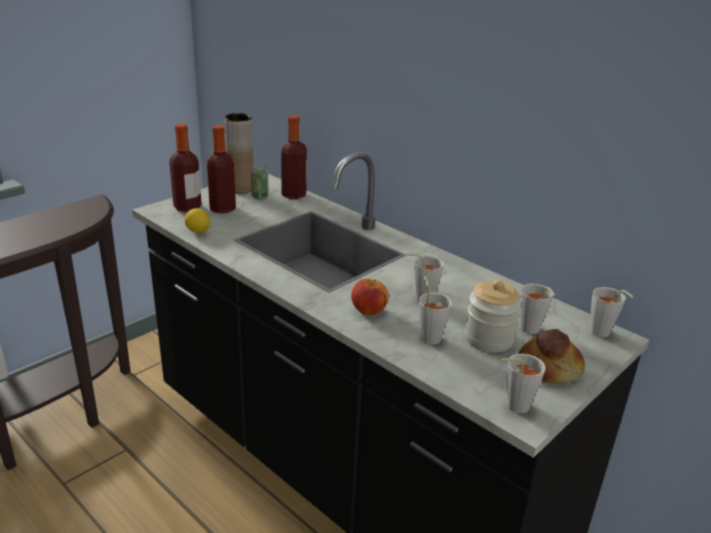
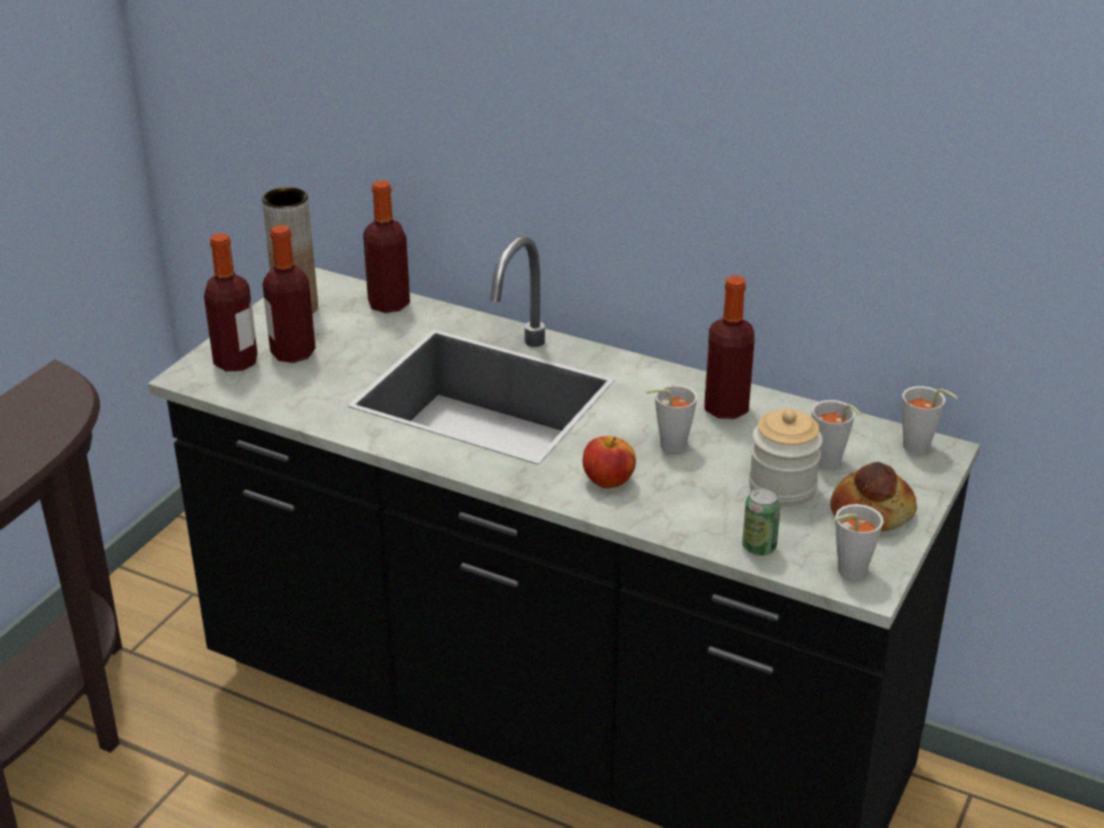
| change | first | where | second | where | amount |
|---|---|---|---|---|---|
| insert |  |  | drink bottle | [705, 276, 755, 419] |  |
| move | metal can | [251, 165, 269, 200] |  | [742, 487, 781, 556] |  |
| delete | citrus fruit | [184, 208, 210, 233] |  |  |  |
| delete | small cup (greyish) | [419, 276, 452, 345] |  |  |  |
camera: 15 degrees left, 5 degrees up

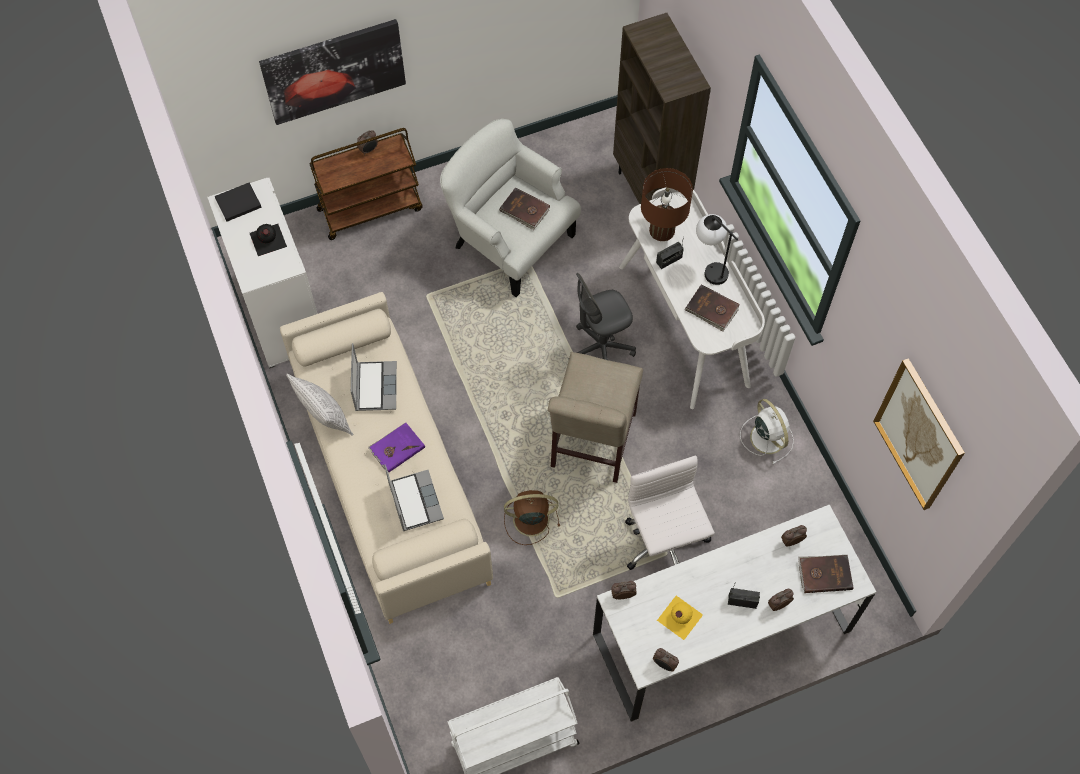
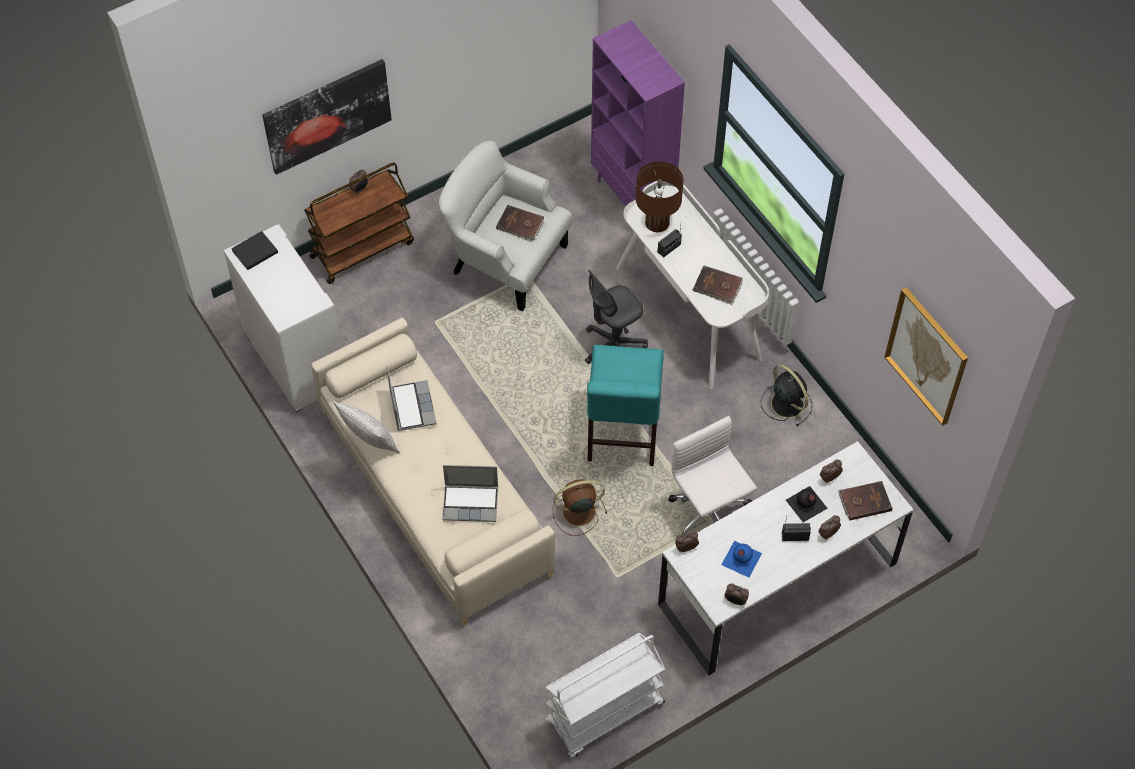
| change | first | where | second | where | amount |
|---|---|---|---|---|---|
| rotate | portable computer | [384, 464, 444, 531] |  | [442, 465, 498, 522] | 120 degrees clockwise |
| recolor | upright chair (beige-coloured) | [548, 352, 643, 483] | upright chair (turquoise) | [587, 345, 664, 466] |  |
| recolor | bookcase (brown) | [613, 13, 711, 204] | bookcase (purplish) | [591, 20, 685, 206] |  |
| recolor | drink bottle (yellow) | [657, 596, 703, 640] | drink bottle (blue-coloured) | [721, 541, 762, 578] |  |
| recolor | electric fan (whitish) | [740, 399, 794, 464] | electric fan (black) | [761, 365, 812, 427] |  |
| move | drink bottle (black) | [250, 224, 287, 256] |  | [786, 486, 828, 522] |  |
| delete | volume (purplish) | [368, 422, 425, 472] |  |  |  |
| delete | tabletop lamp | [696, 214, 738, 285] |  |  |  |
camera: 10 degrees left, 5 degrees down

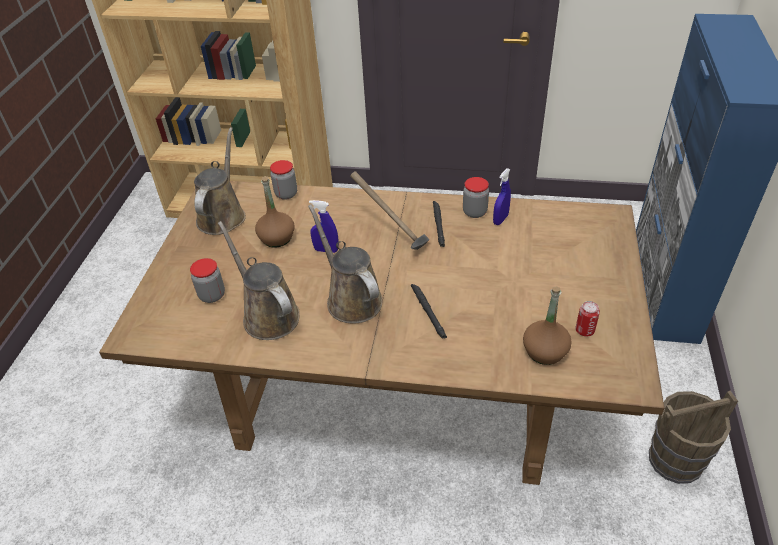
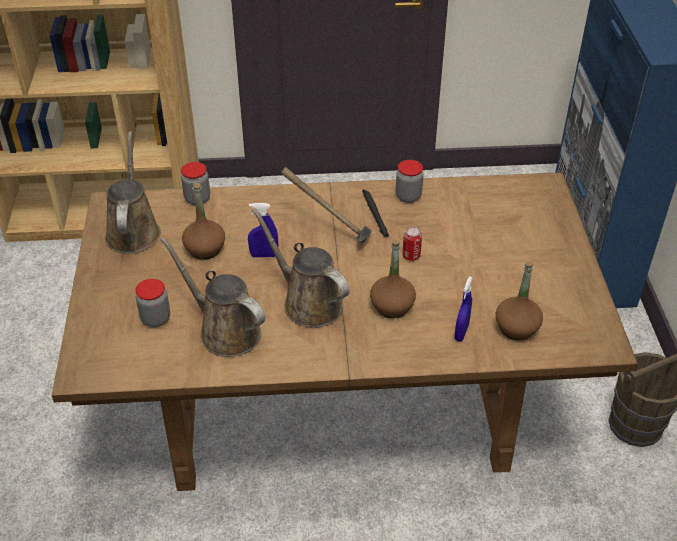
| change | first | where | second | where | amount |
|---|---|---|---|---|---|
| replace | torch (black) | [411, 284, 447, 339] | drink bottle (brown) | [370, 240, 416, 318] |  |
| move | metal can | [575, 301, 600, 337] |  | [403, 227, 422, 261] |  |
| move | spray bottle (blue-coloured) | [493, 168, 511, 225] |  | [454, 276, 473, 342] |  |
camera: 15 degrees left, 0 degrees up

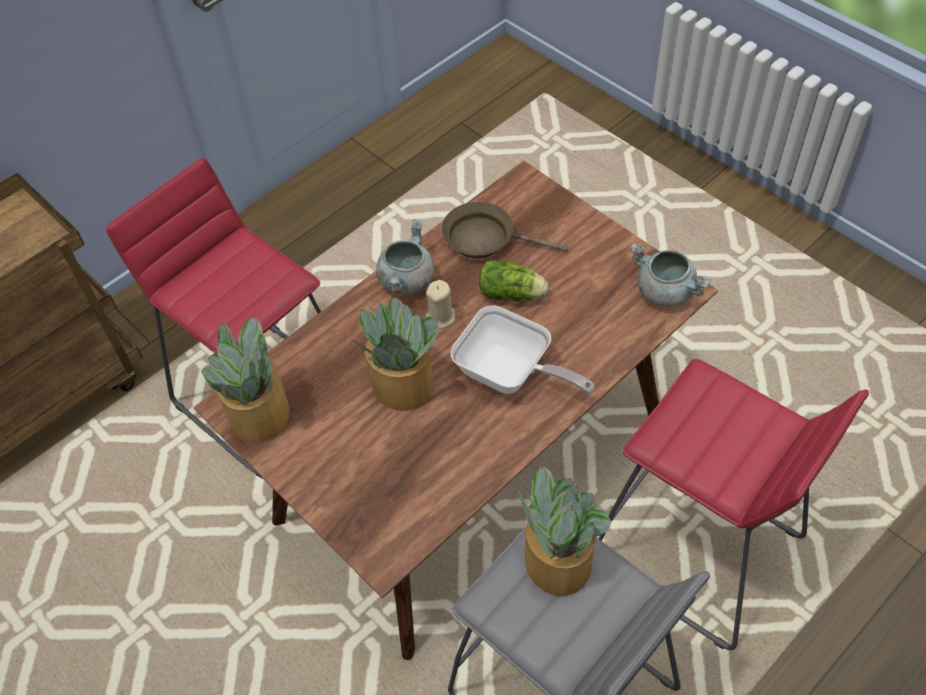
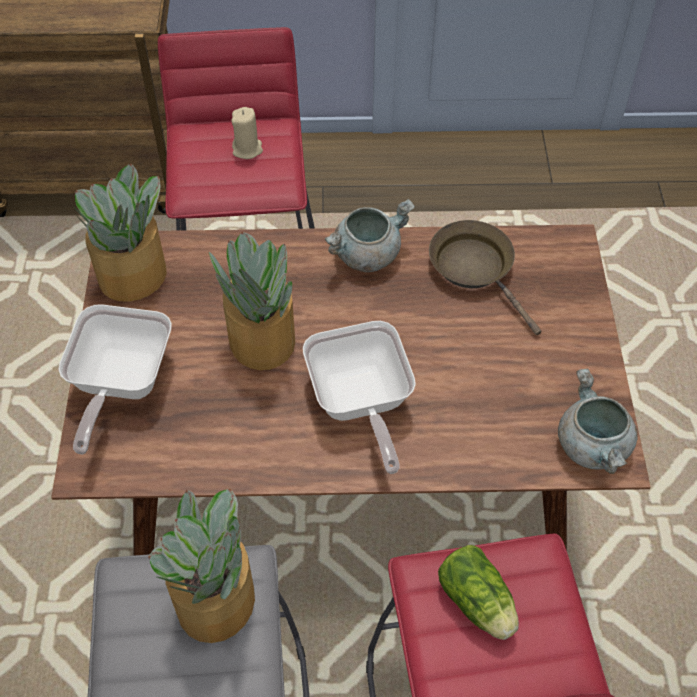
| change | first | where | second | where | amount |
|---|---|---|---|---|---|
| insert |  |  | frying pan | [58, 305, 172, 454] |  |
| move | candle (beige-coloured) | [425, 280, 455, 329] |  | [231, 107, 263, 159] |  |
| move | lettuce | [479, 260, 548, 301] |  | [438, 545, 519, 640] |  |
camera: 40 degrees right, 0 degrees up

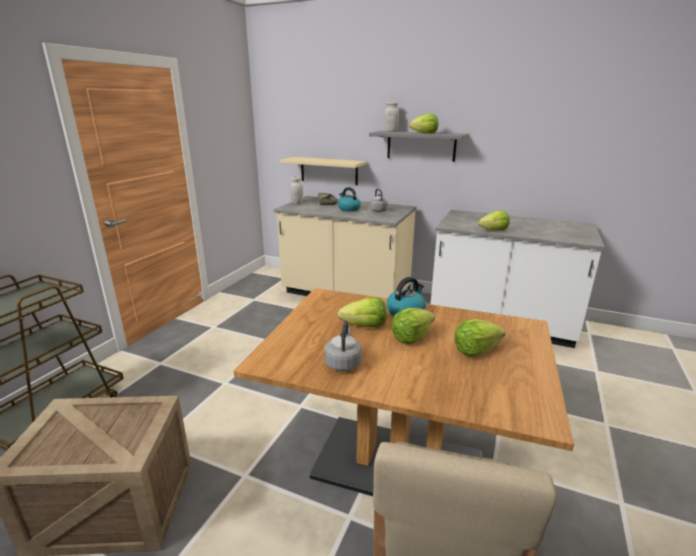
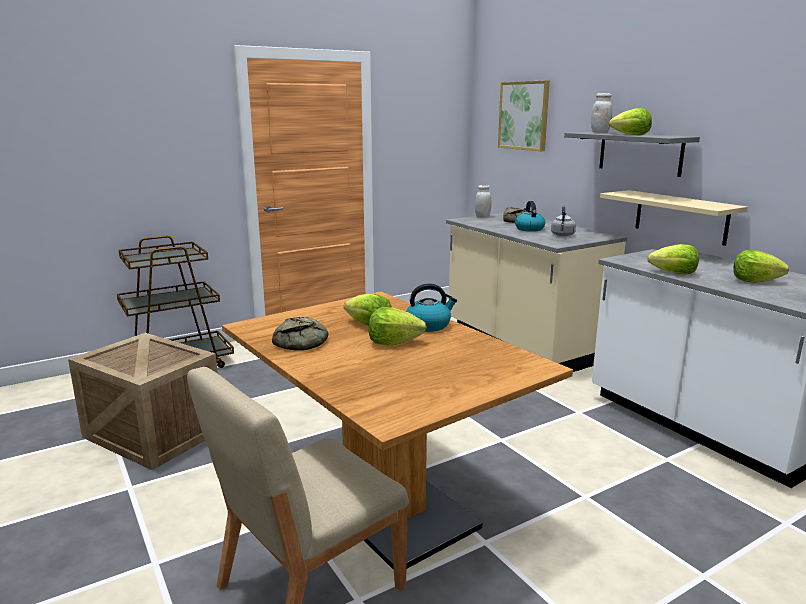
| change | first | where | second | where | amount |
|---|---|---|---|---|---|
| replace | tea kettle (greyish) | [324, 321, 362, 371] | baked bread | [272, 317, 328, 351] |  |
| insert |  |  | wall picture | [498, 80, 550, 151] |  |
| move | wall shelf (beige-coloured) | [280, 157, 366, 185] |  | [600, 190, 748, 246] |  |
| move | lettuce | [454, 319, 505, 357] |  | [733, 250, 789, 283] |  |
camera: 35 degrees right, 5 degrees down

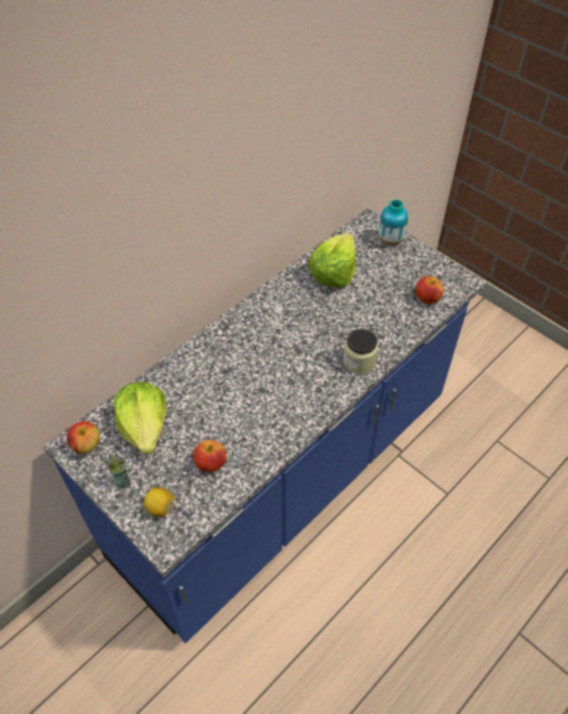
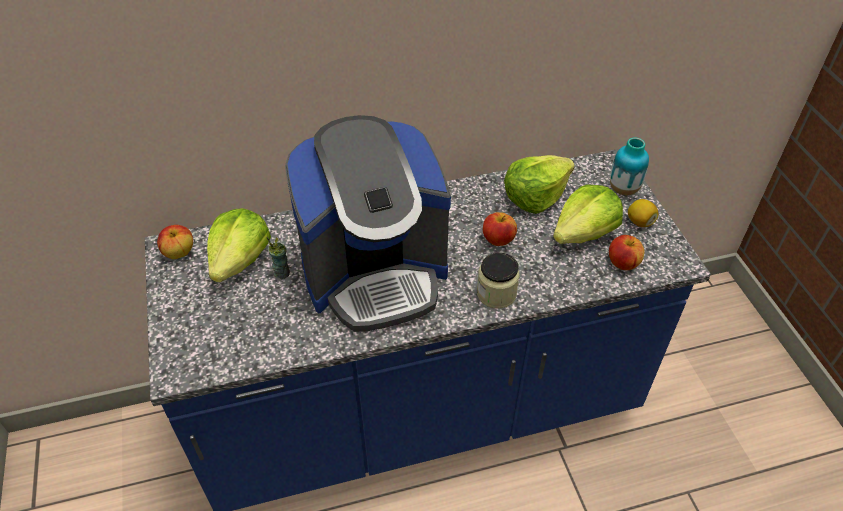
| change | first | where | second | where | amount |
|---|---|---|---|---|---|
| move | small cup | [105, 456, 130, 489] |  | [267, 237, 290, 279] |  |
| insert |  |  | coffee brewer | [285, 115, 451, 332] |  |
| move | whole apple | [193, 440, 227, 473] |  | [483, 212, 517, 246] |  |
| insert |  |  | lettuce | [553, 184, 623, 244] |  |
| move | citrus fruit | [143, 487, 175, 517] |  | [628, 199, 658, 227] |  |
camera: 30 degrees right, 5 degrees down

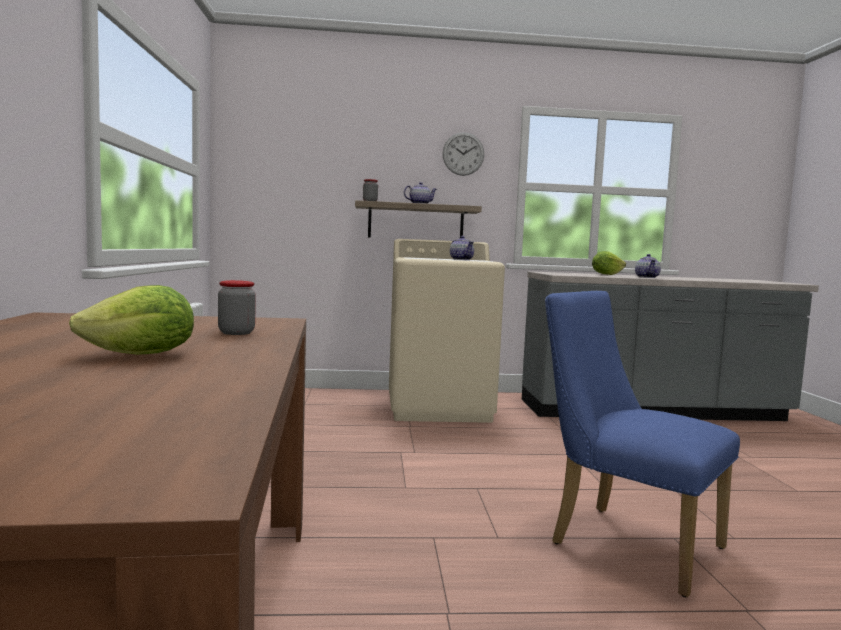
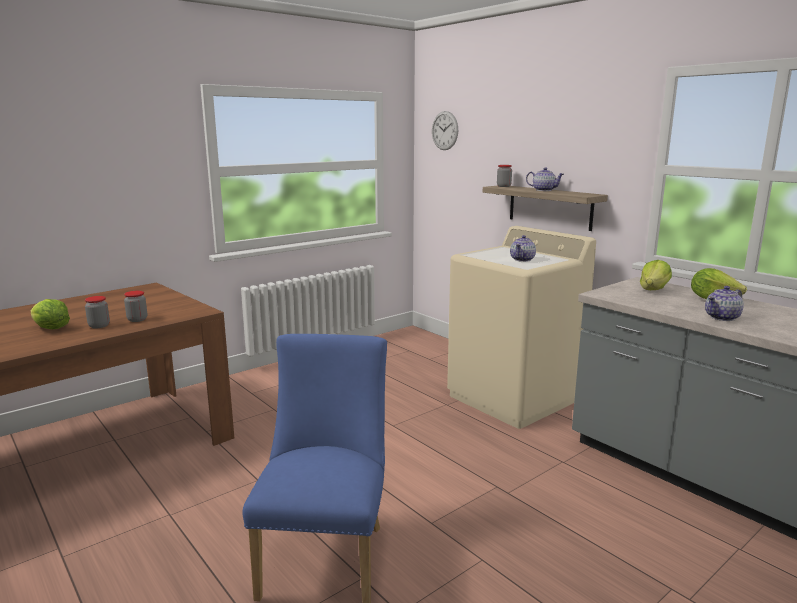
| change | first | where | second | where | amount |
|---|---|---|---|---|---|
| insert |  |  | jar | [85, 296, 110, 328] |  |
| move | wall clock | [442, 132, 484, 176] |  | [432, 111, 458, 150] |  |
| insert |  |  | lettuce | [640, 260, 672, 290] |  |
camera: 55 degrees right, 10 degrees up

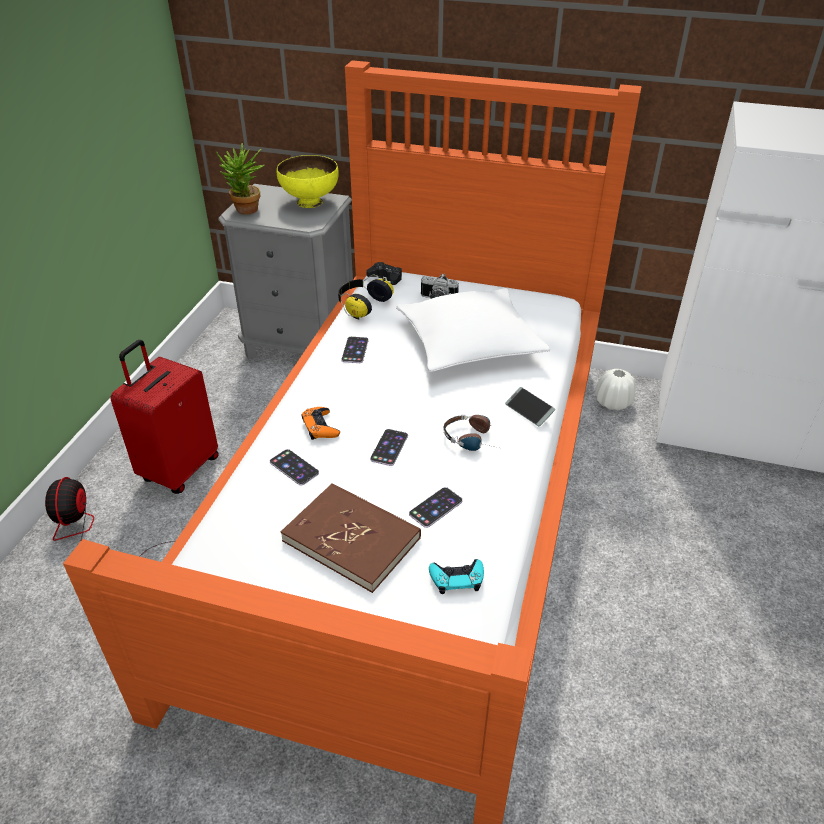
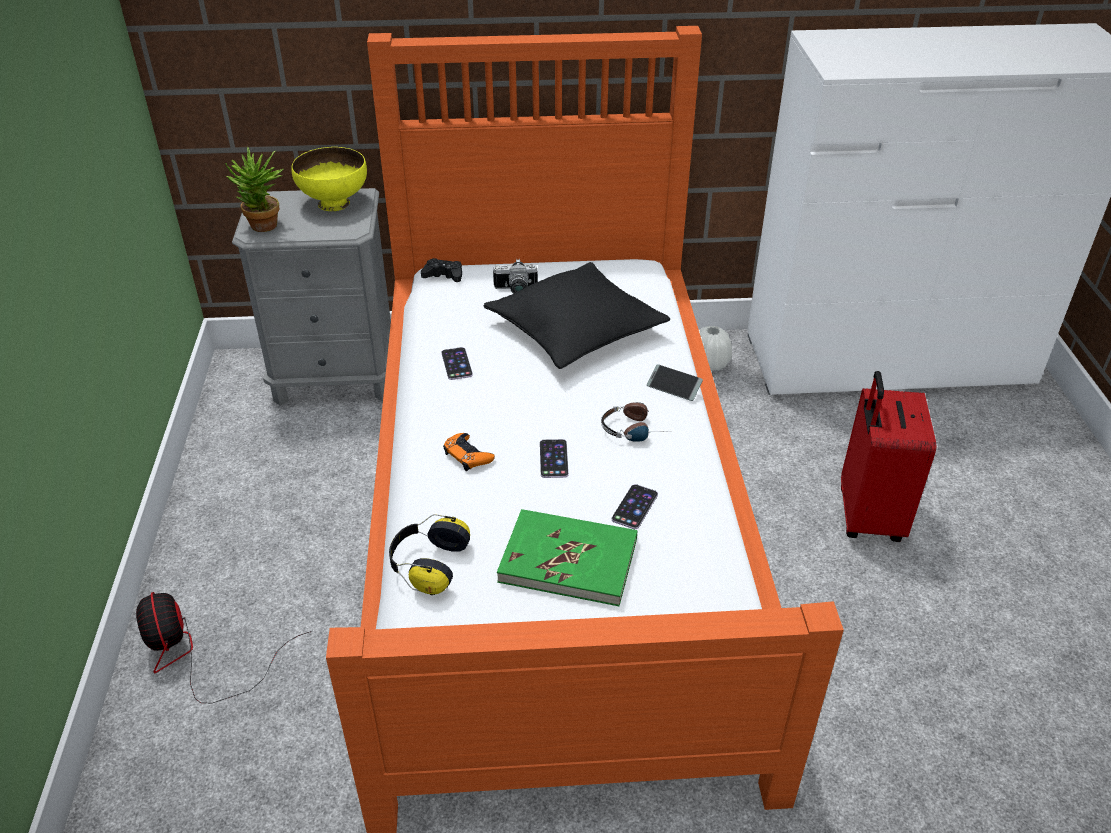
| change | first | where | second | where | amount |
|---|---|---|---|---|---|
| move | pair of headphones | [338, 274, 394, 320] |  | [389, 514, 470, 595] |  |
| recolor | throw pillow (whitish) | [396, 288, 550, 372] | throw pillow (black) | [483, 262, 670, 369] |  |
| recolor | volume (brown) | [281, 483, 421, 593] | volume (green-coloured) | [497, 509, 637, 606] |  |
| move | suitcase (reddish) | [111, 340, 219, 494] |  | [841, 371, 936, 542] |  |
| delete | phone | [270, 449, 319, 485] |  |  |  |
| delete | gamepad (turquoise) | [429, 559, 484, 594] |  |  |  |
camera: 20 degrees left, 0 degrees up

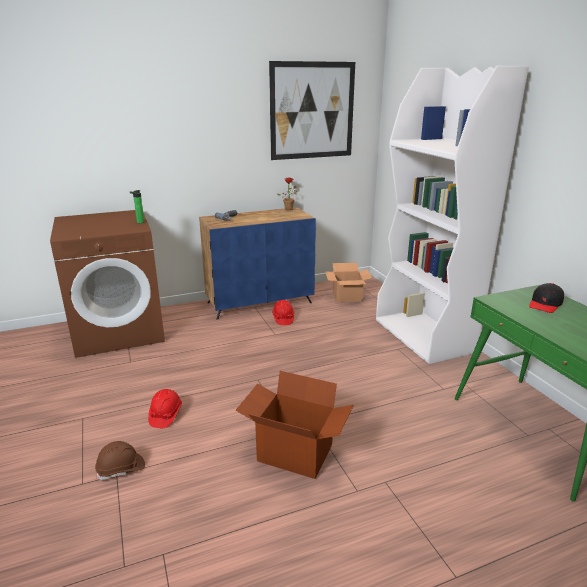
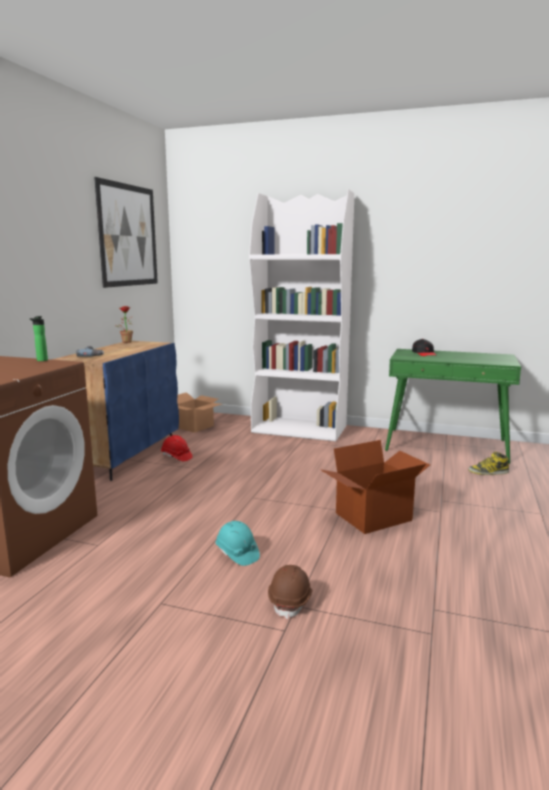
| change | first | where | second | where | amount |
|---|---|---|---|---|---|
| recolor | hard hat (reddish) | [148, 389, 182, 428] | hard hat (turquoise) | [216, 521, 260, 566] |  |
| insert |  |  | boot | [468, 452, 509, 475] |  |
camera: 50 degrees left, 10 degrees down

